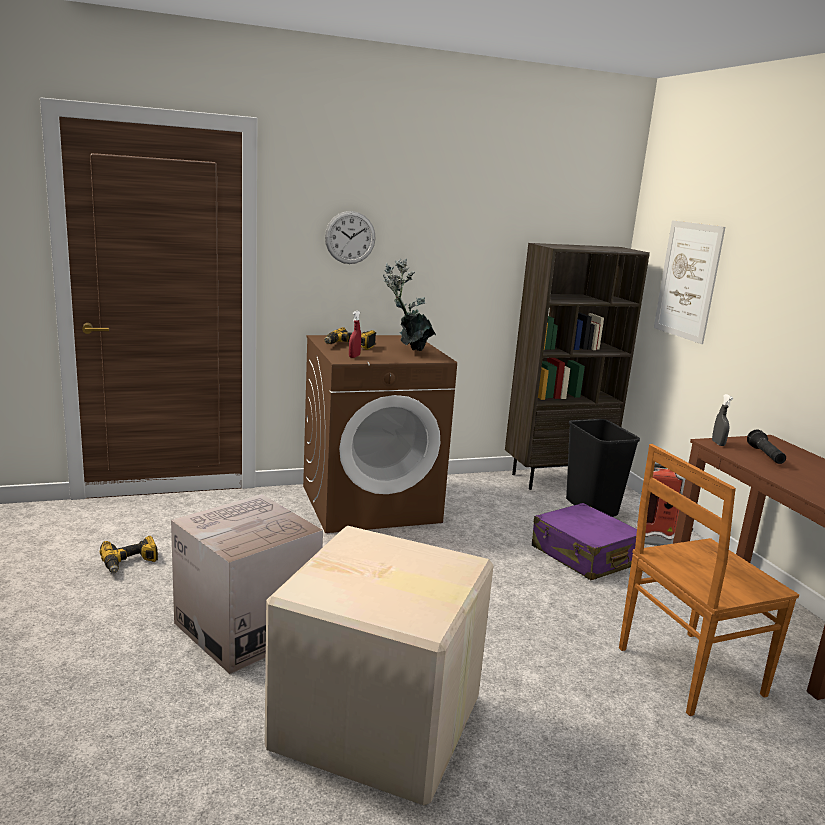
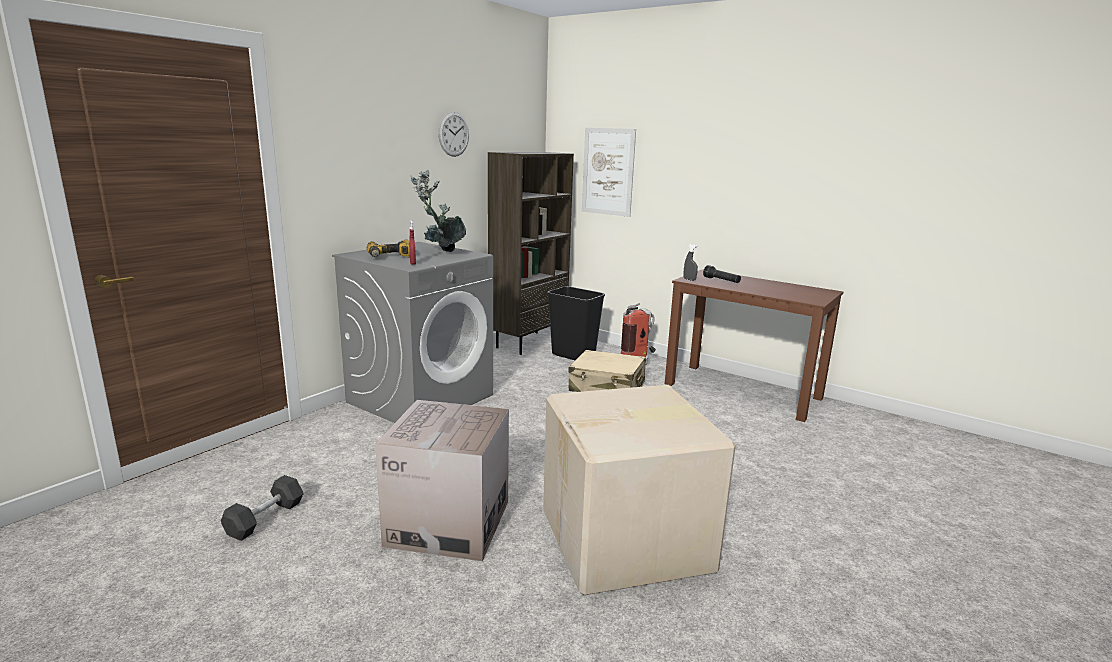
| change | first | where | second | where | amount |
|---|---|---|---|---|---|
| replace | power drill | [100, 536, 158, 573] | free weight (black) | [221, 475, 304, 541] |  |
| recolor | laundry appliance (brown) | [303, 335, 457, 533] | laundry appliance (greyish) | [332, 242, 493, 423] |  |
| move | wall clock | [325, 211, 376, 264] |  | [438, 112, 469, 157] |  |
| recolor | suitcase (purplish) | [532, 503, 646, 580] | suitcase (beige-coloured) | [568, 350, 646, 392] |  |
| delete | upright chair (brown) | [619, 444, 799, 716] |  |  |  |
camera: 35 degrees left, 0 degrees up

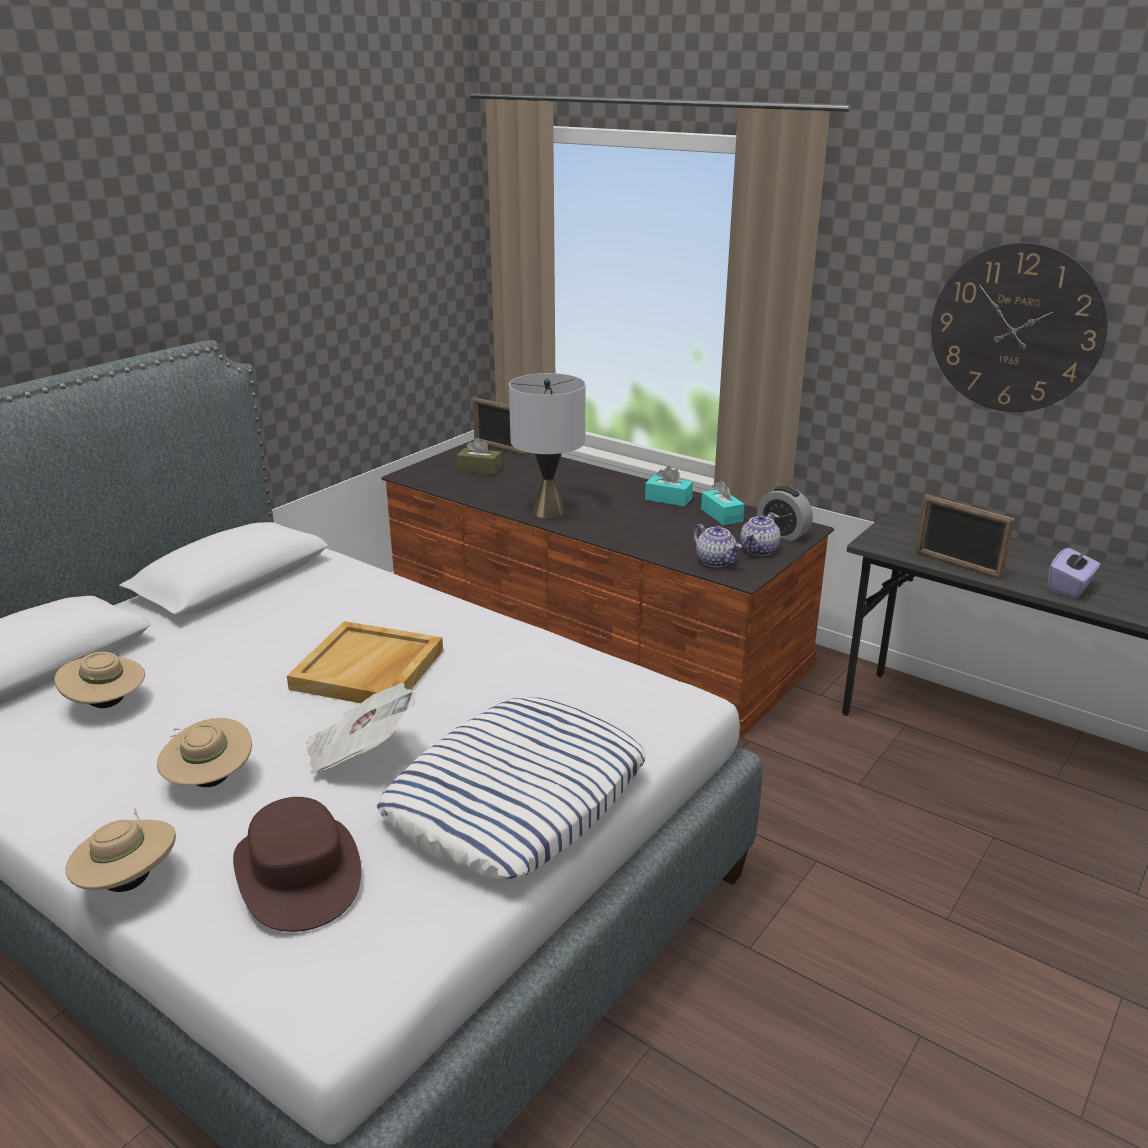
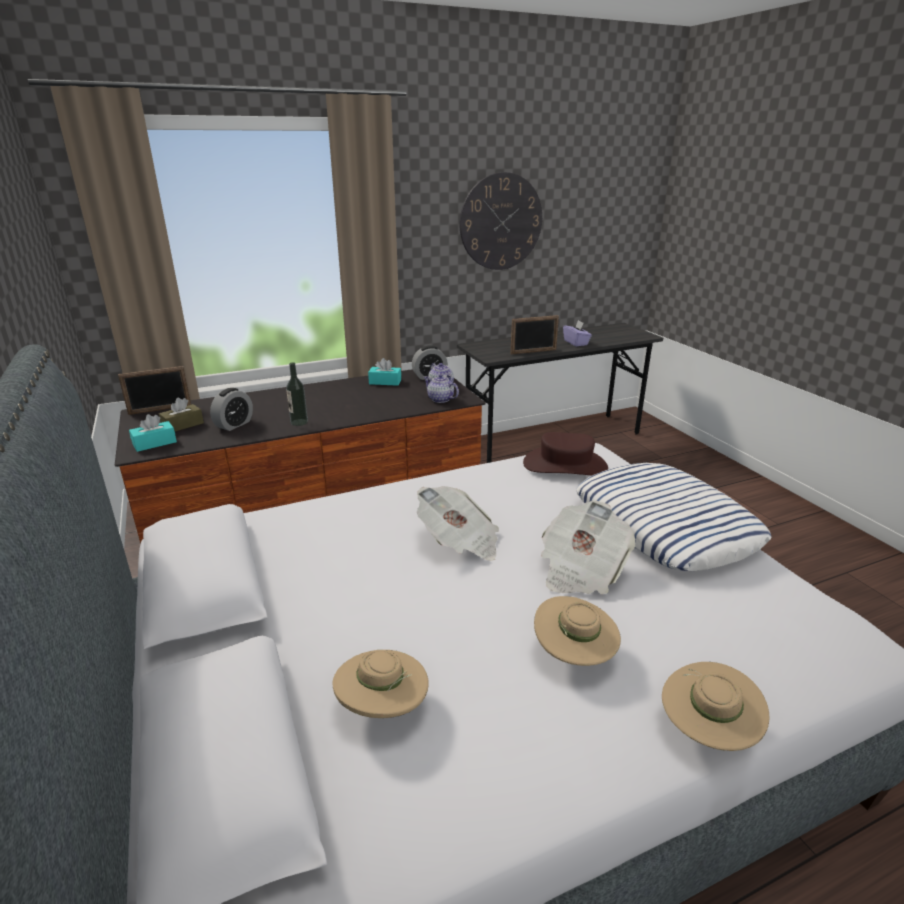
| change | first | where | second | where | amount |
|---|---|---|---|---|---|
| move | tissue holder (turquoise) | [645, 466, 693, 507] |  | [129, 414, 177, 452] |  |
| insert |  |  | bedside clock | [210, 388, 253, 431] |  |
| replace | tabletop lamp (greyish) | [509, 373, 585, 518] | drink bottle | [286, 362, 308, 426] |  |
| replace | tray (beige-coloured) | [287, 621, 443, 703] | newspaper | [417, 486, 499, 561] |  |
| rotate | teapot | [693, 524, 742, 567] |  | [424, 374, 459, 403] | 135 degrees counterclockwise |
| move | clothing hat (brown) | [233, 797, 361, 932] |  | [523, 432, 608, 475] |  |
camera: 60 degrees left, 0 degrees up

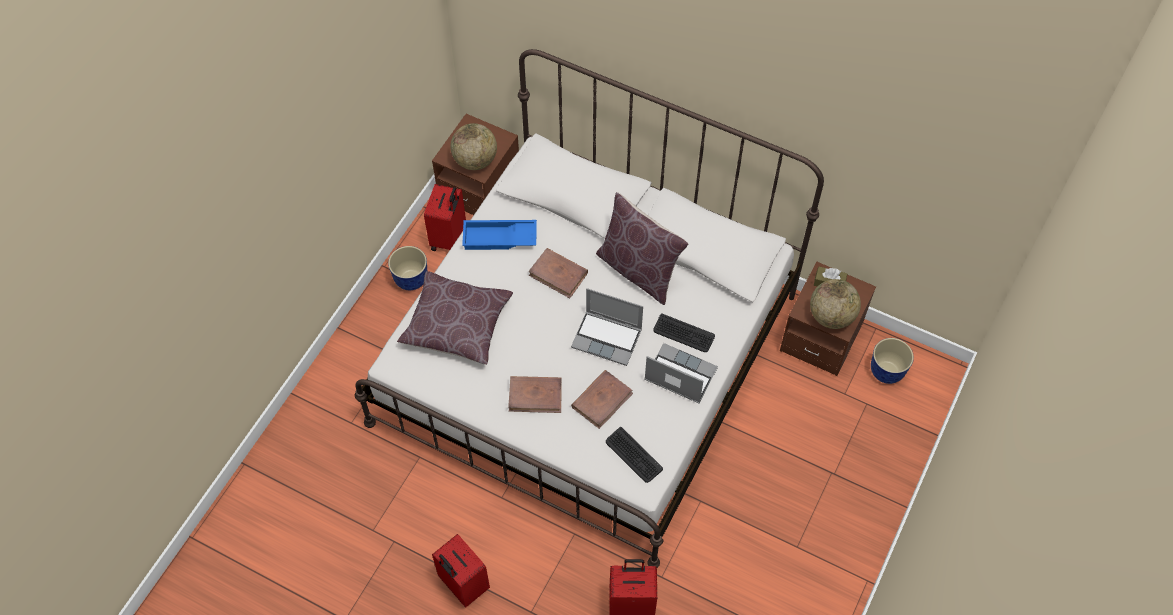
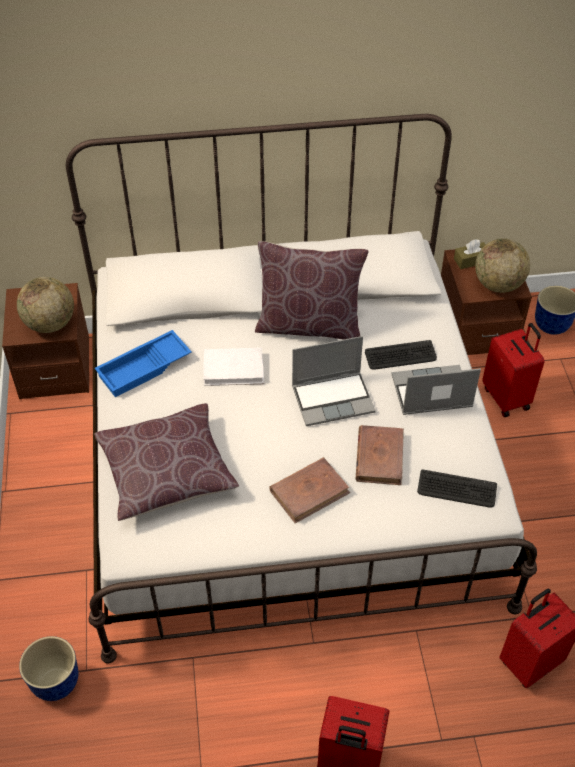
| change | first | where | second | where | amount |
|---|---|---|---|---|---|
| move | plant pot | [388, 246, 427, 290] |  | [19, 636, 78, 701] |  |
| recolor | volume (brown) | [528, 248, 588, 298] | volume (whitish) | [203, 348, 264, 386] |  |
| move | suitcase (reddish) | [424, 184, 466, 251] |  | [482, 323, 544, 417] |  |
camera: 35 degrees left, 10 degrees down

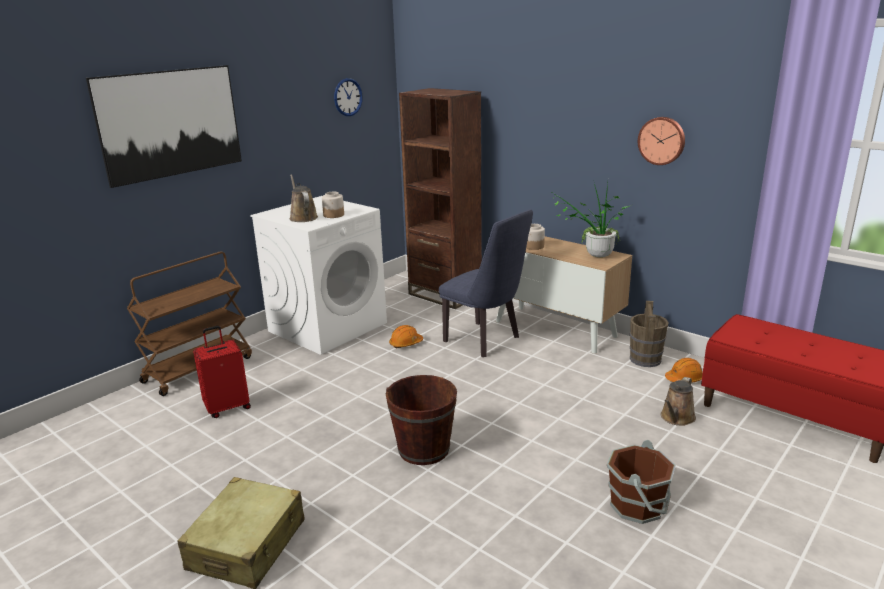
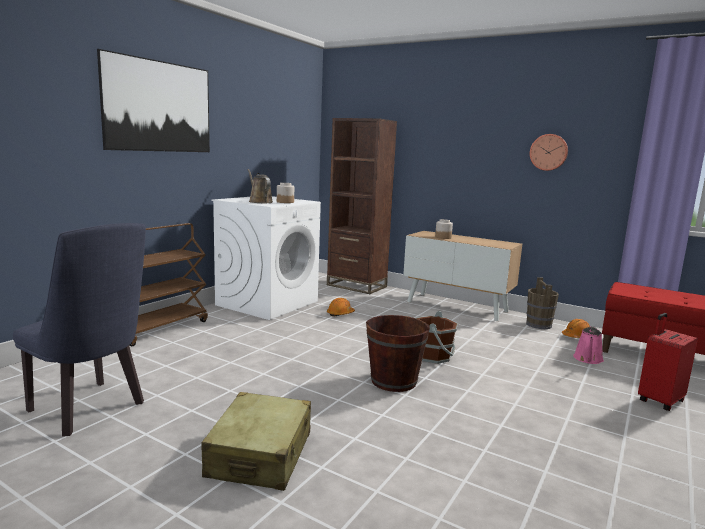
| change | first | where | second | where | amount |
|---|---|---|---|---|---|
| move | upright chair (blue-coloured) | [439, 209, 533, 357] |  | [13, 223, 146, 437] |  |
| move | pail (brown) | [607, 440, 676, 524] |  | [416, 311, 458, 364] |  |
| recolor | sprinkling can (brown) | [661, 377, 696, 426] | sprinkling can (pinkish) | [573, 326, 604, 364] |  |
| move | suitcase (reddish) | [193, 326, 251, 418] |  | [638, 313, 698, 411] |  |
| delete | wall clock | [334, 78, 363, 116] |  |  |  |
| delete | plant in a pot | [550, 180, 629, 258] |  |  |  |
camera: 10 degrees left, 10 degrees down

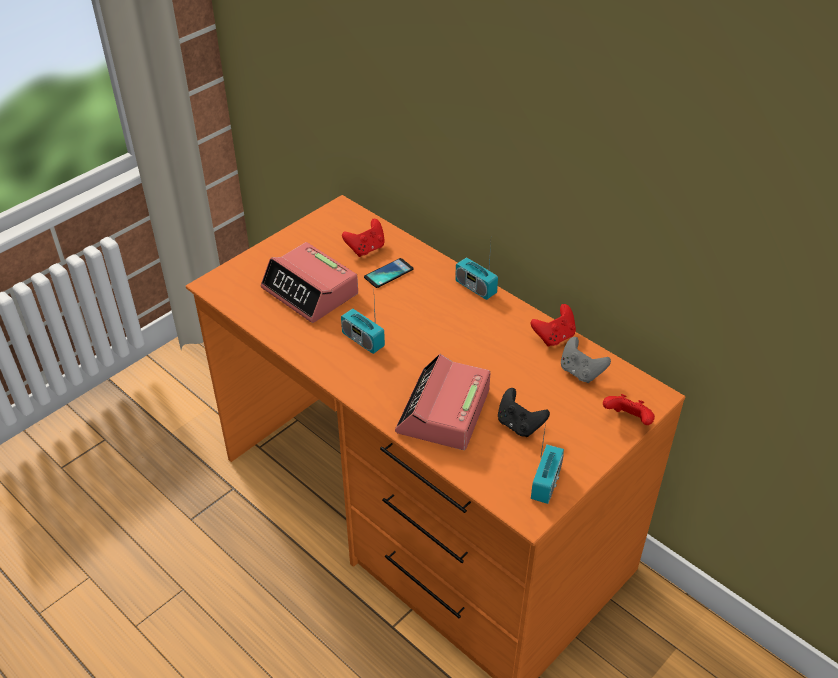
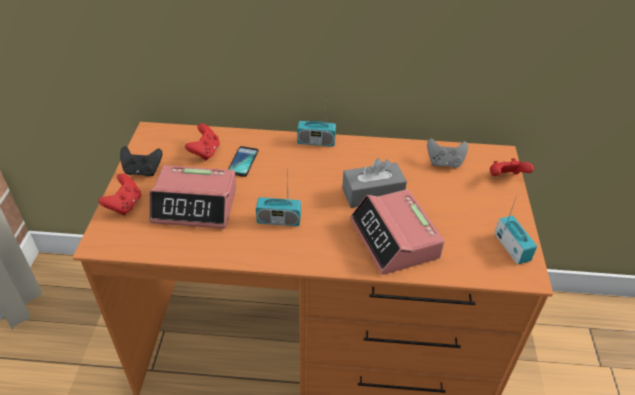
| change | first | where | second | where | amount |
|---|---|---|---|---|---|
| move | gamepad (reddish) | [531, 304, 576, 347] |  | [98, 173, 141, 215] |  |
| move | gamepad (black) | [498, 388, 550, 437] |  | [120, 146, 162, 176] |  |
| insert |  |  | tissue holder (greyish) | [342, 159, 407, 208] |  |
camera: 40 degrees left, 0 degrees up

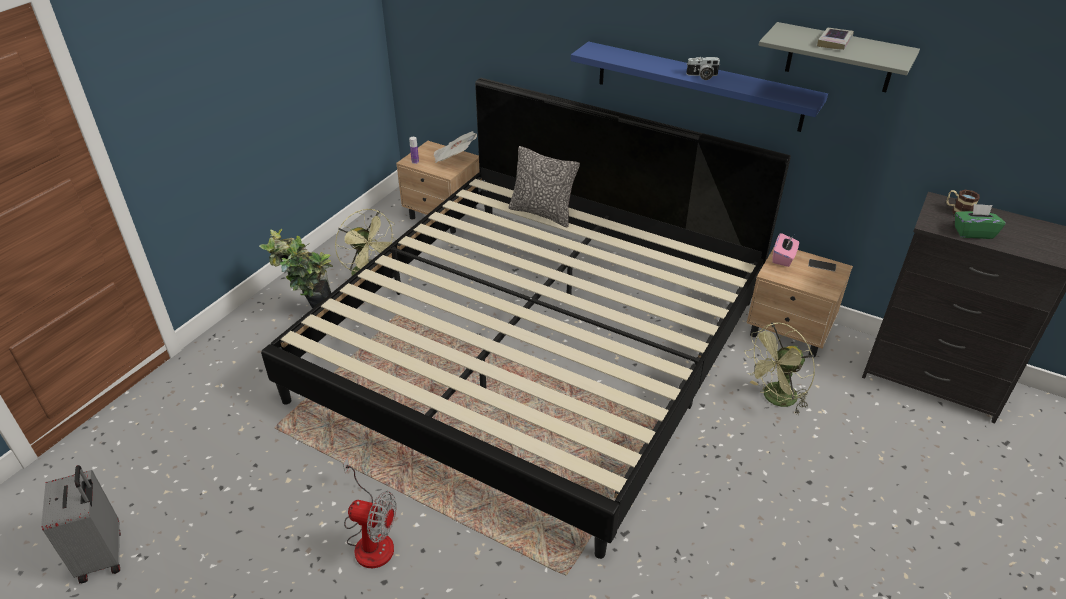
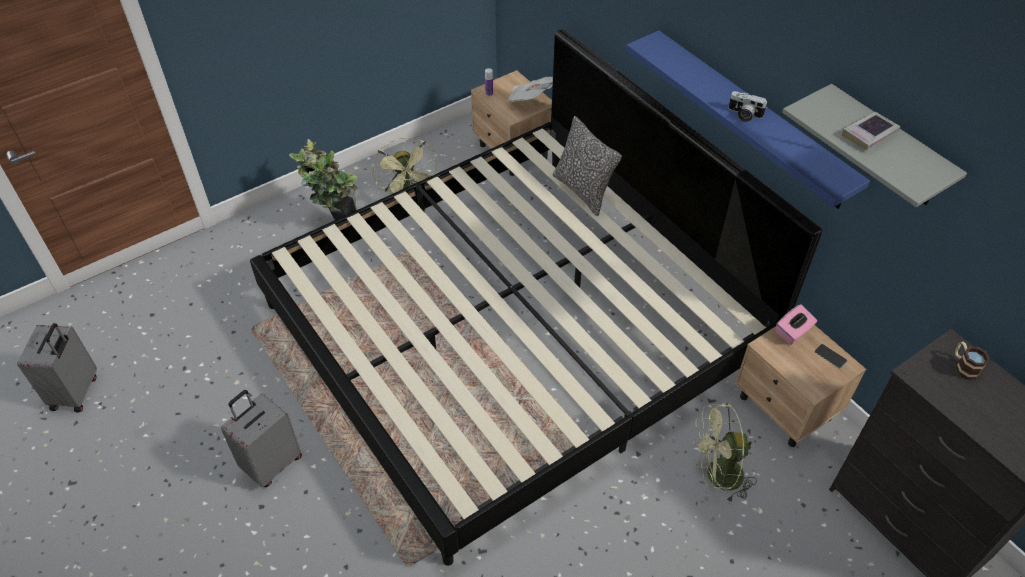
| change | first | where | second | where | amount |
|---|---|---|---|---|---|
| replace | electric fan | [343, 457, 396, 568] | suitcase (greyish) | [221, 390, 302, 487] |  |
| delete | tissue holder (green-coloured) | [955, 204, 1006, 239] |  |  |  |
camera: 25 degrees right, 10 degrees up

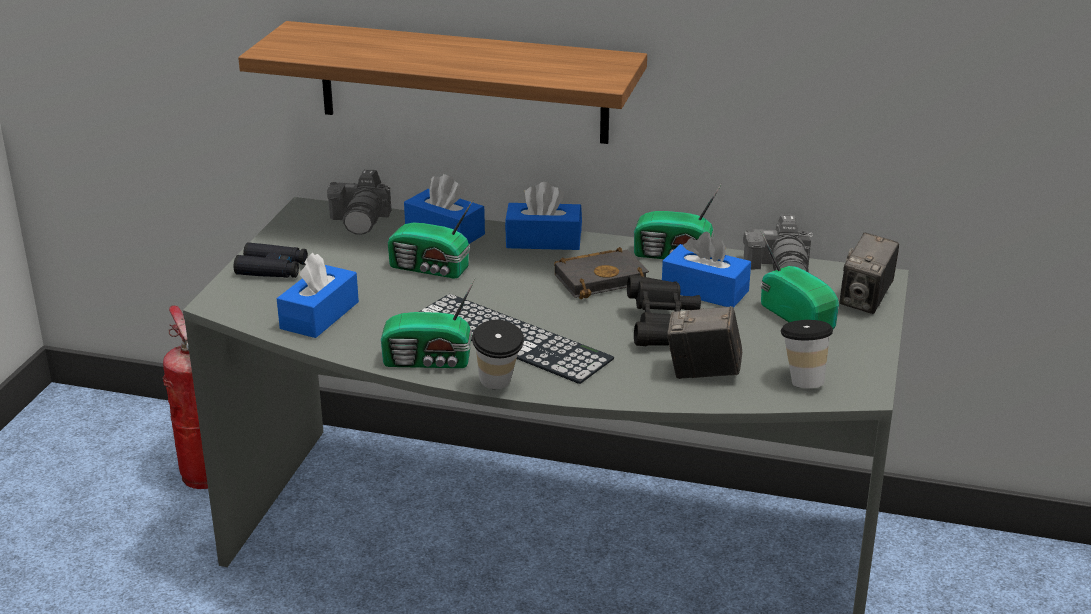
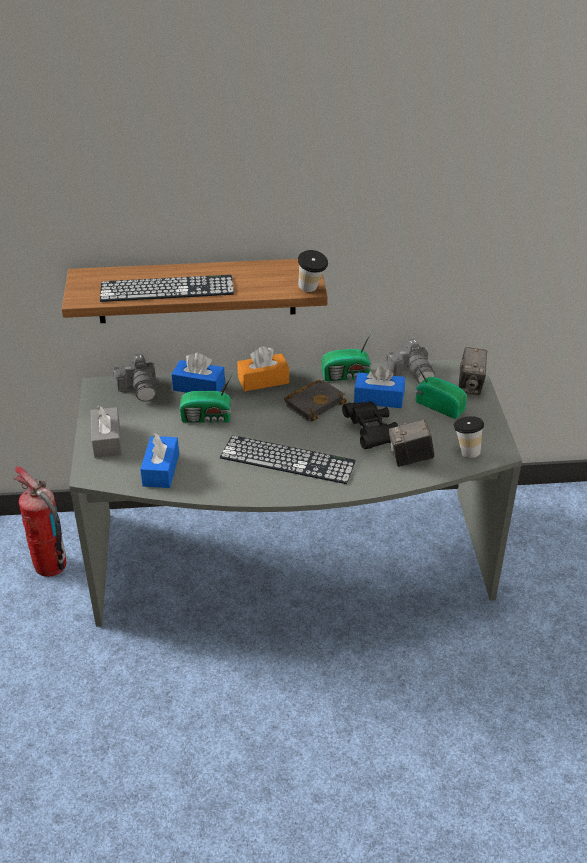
| change | first | where | second | where | amount |
|---|---|---|---|---|---|
| replace | binoculars (black) | [234, 242, 308, 278] | tissue holder (greyish) | [91, 406, 122, 458] |  |
| insert |  |  | keyboard | [100, 275, 234, 302] |  |
| recolor | tissue holder (blue-coloured) | [505, 182, 582, 250] | tissue holder (orange-coloured) | [237, 346, 289, 391] |  |
| move | small cup | [472, 319, 524, 390] |  | [298, 250, 328, 292] |  |
| delete | radio set | [381, 279, 475, 368] |  |  |  |
camera: 20 degrees left, 10 degrees up

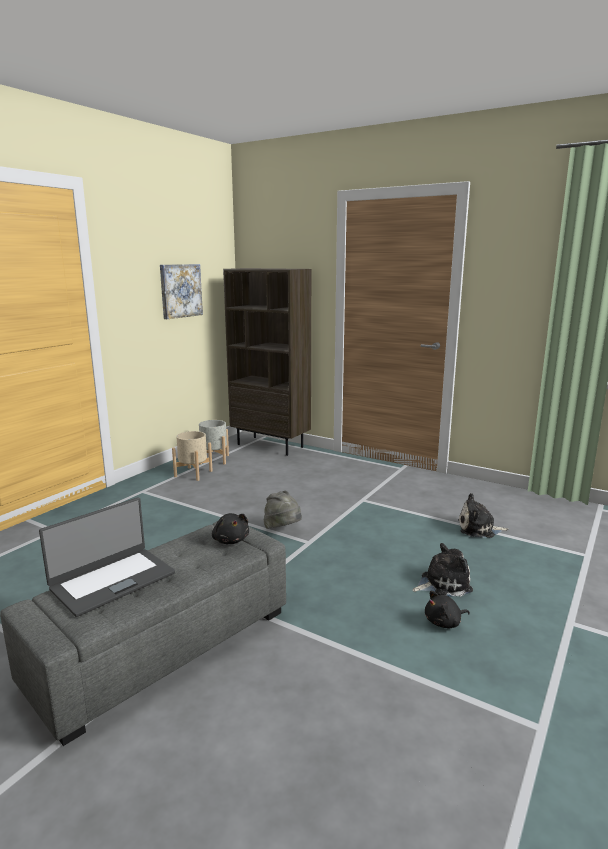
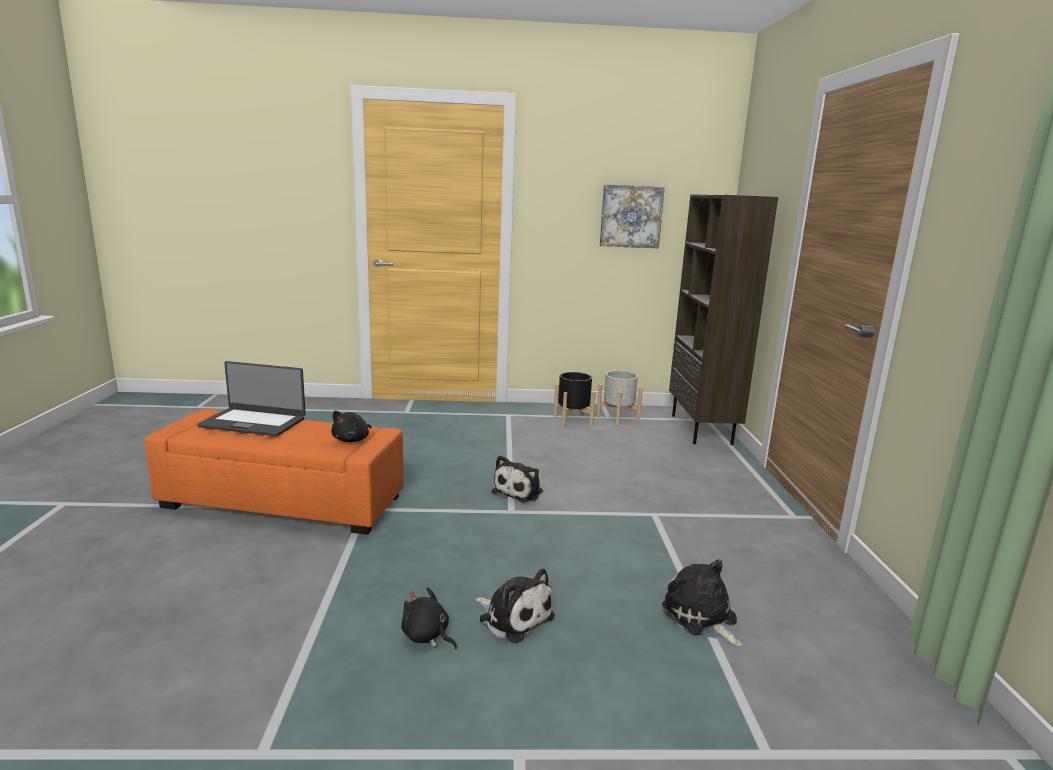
| change | first | where | second | where | amount |
|---|---|---|---|---|---|
| recolor | footrest (greyish) | [0, 521, 286, 746] | footrest (orange-coloured) | [145, 409, 404, 535] |  |
| replace | clothing hat (greyish) | [264, 490, 302, 529] | plush toy | [492, 455, 543, 502] |  |
| recolor | plant pot (beige-coloured) | [172, 431, 213, 481] | plant pot (black) | [554, 372, 595, 427] |  |
camera: 55 degrees right, 0 degrees up

